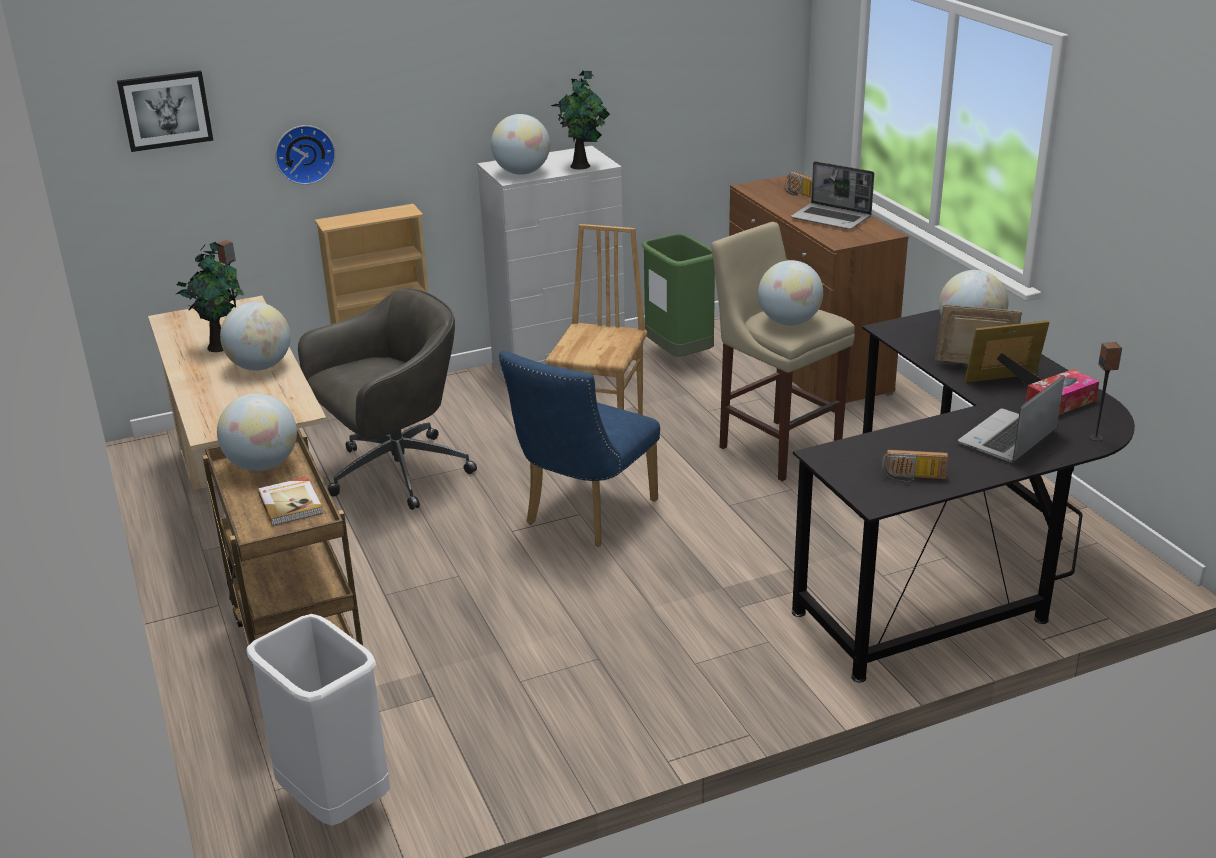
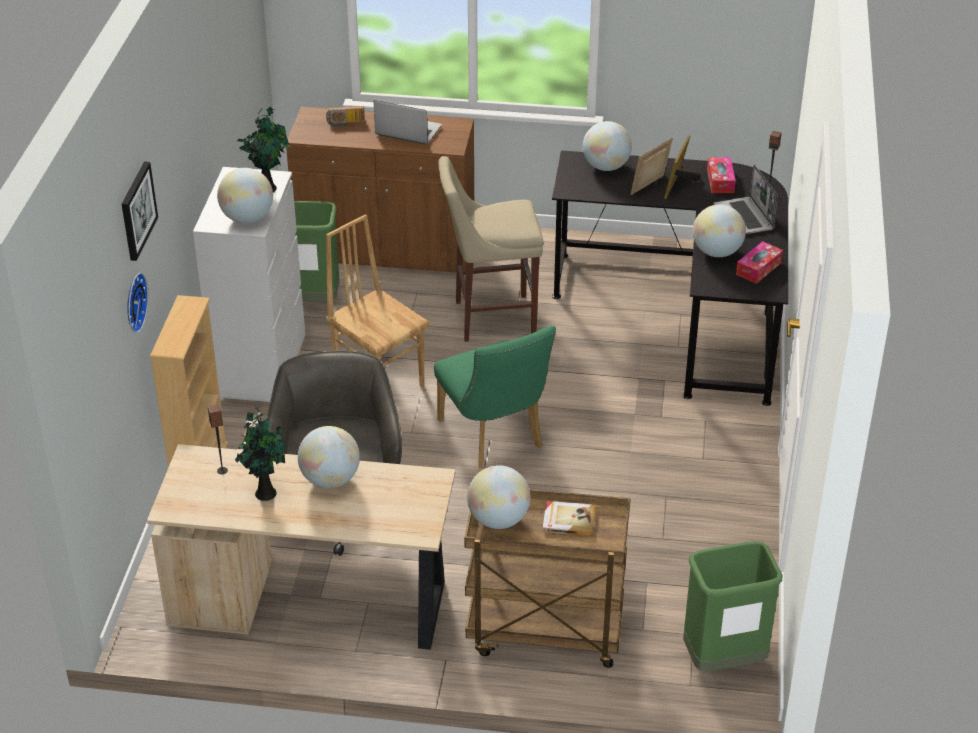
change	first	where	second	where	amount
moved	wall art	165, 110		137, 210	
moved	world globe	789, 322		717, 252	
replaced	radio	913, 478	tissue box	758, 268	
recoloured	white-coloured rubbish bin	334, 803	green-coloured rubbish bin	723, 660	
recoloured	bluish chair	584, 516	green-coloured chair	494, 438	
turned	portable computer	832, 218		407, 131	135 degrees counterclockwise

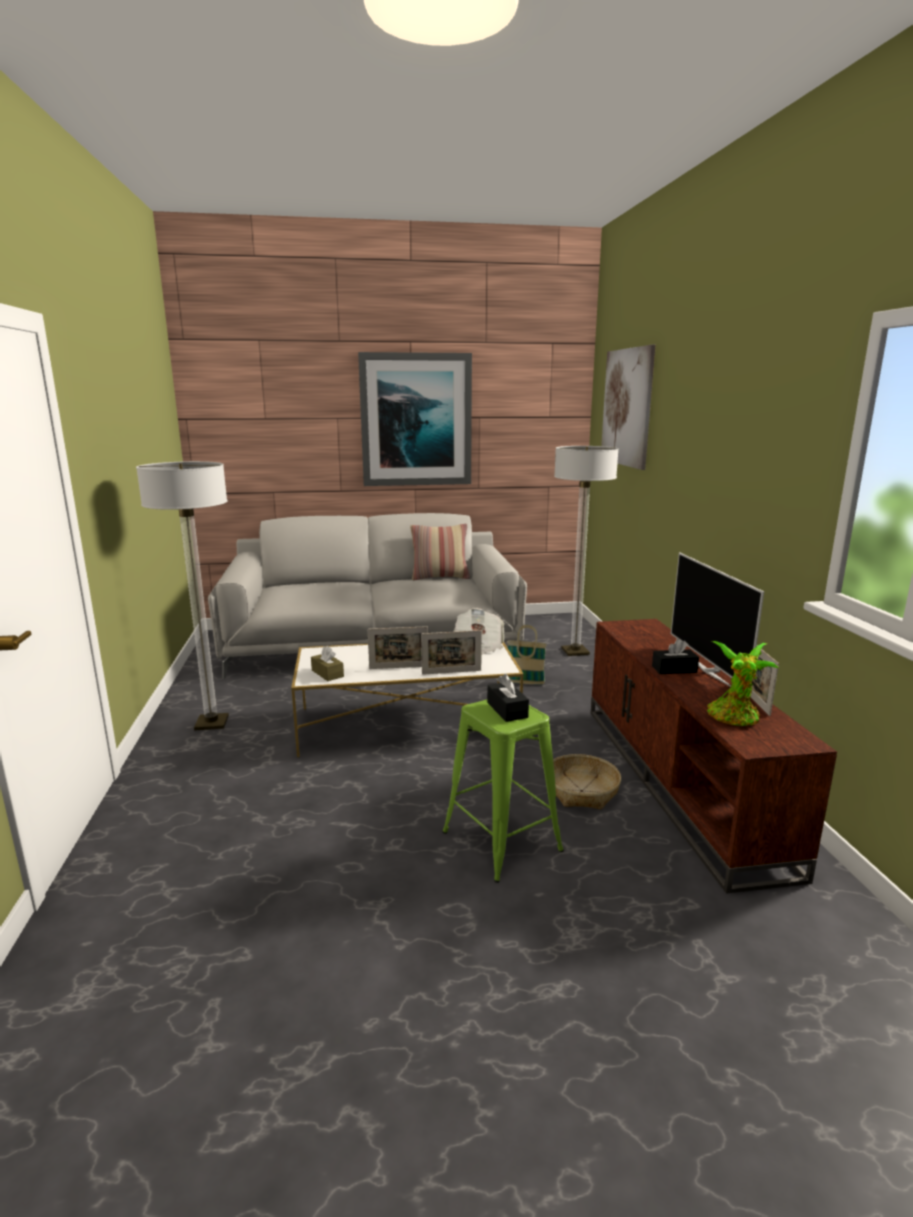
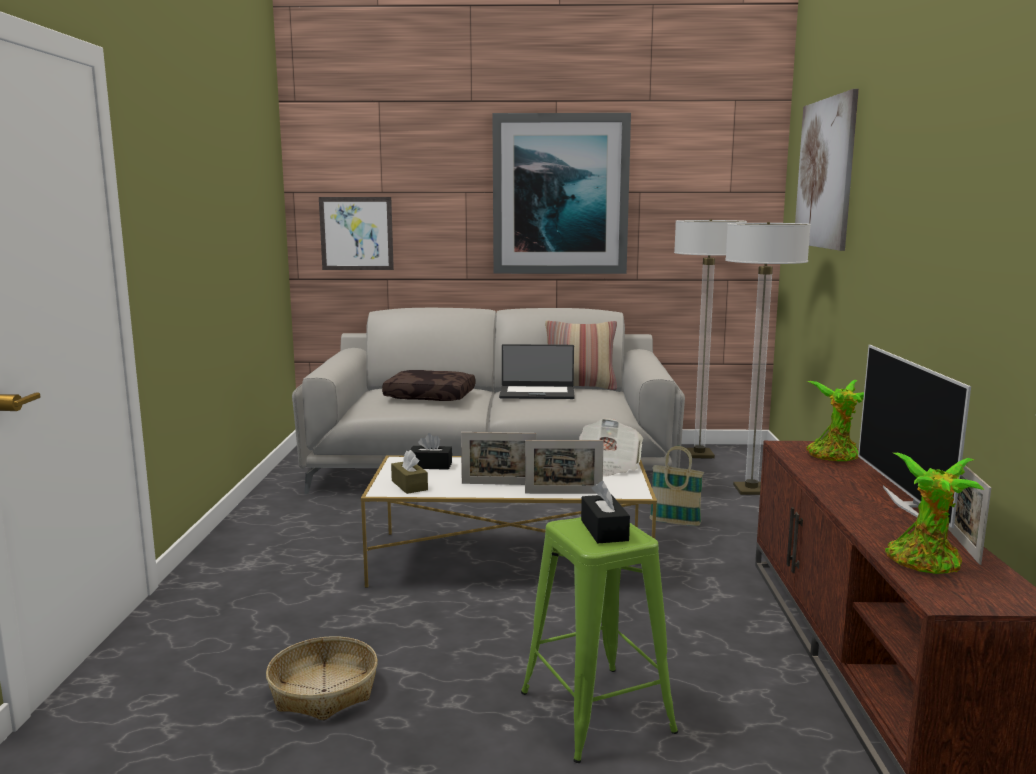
change	first	where	second	where	amount
added			wall art	356, 233	
added			brown throw pillow	431, 396	
added			portable computer	537, 393	
added			plant in a pot	834, 457	
moved	floor lamp	212, 723		699, 455	
moved	storage basket	581, 791		323, 690	
moved	black-coloured tissue box	674, 669		430, 465	

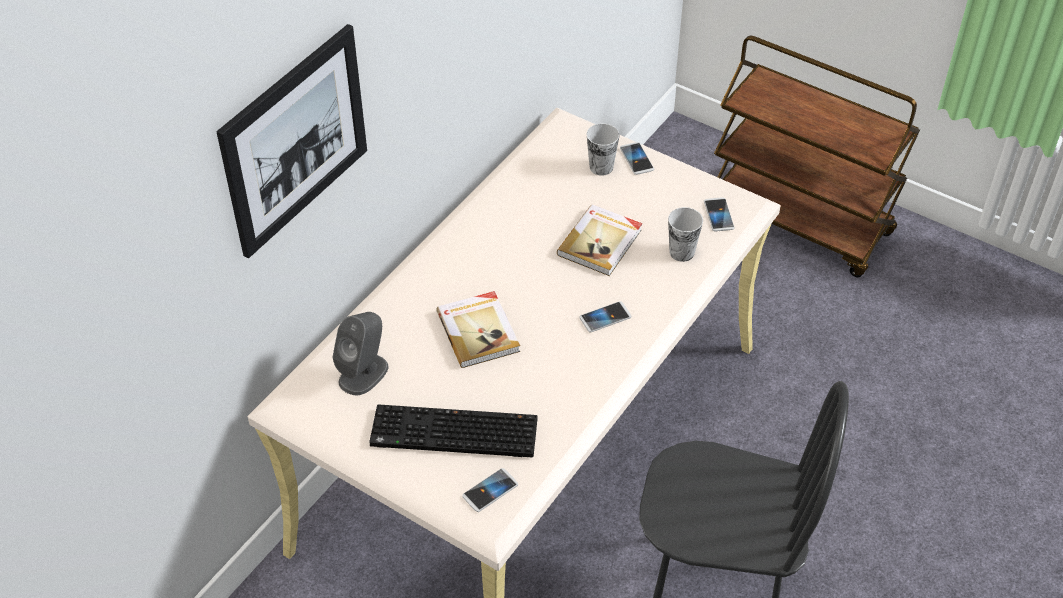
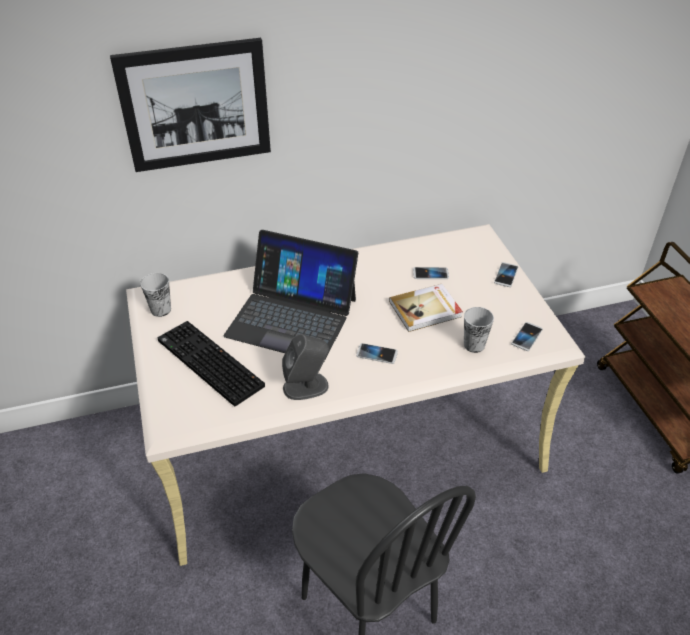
change	first	where	second	where	amount
moved	gray speaker	364, 373		306, 386	
moved	handset	490, 491		430, 274	
moved	drinking cup	601, 167		161, 310	
replaced	book	479, 331	portable computer	292, 317	

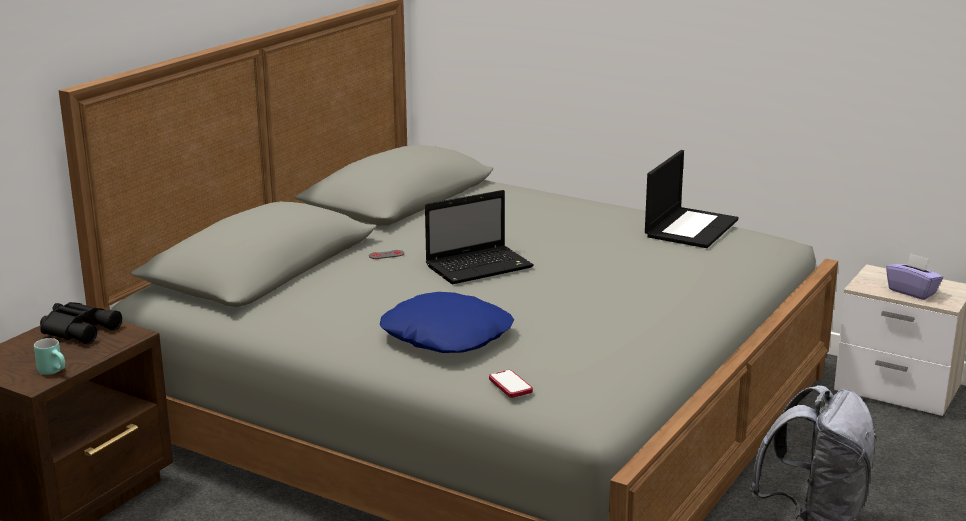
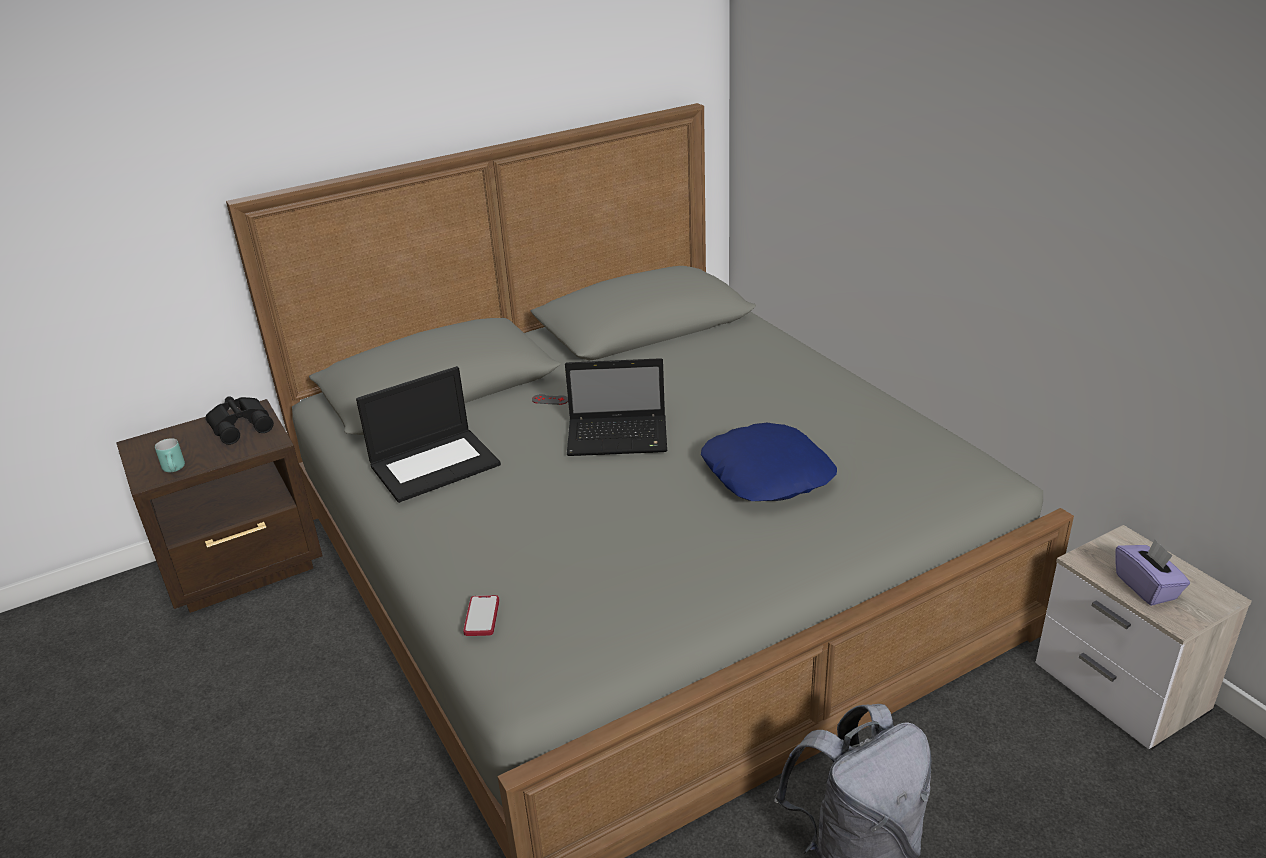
change	first	where	second	where	amount
moved	bluish throw pillow	447, 335		768, 474	
moved	portable computer	691, 227		435, 464	

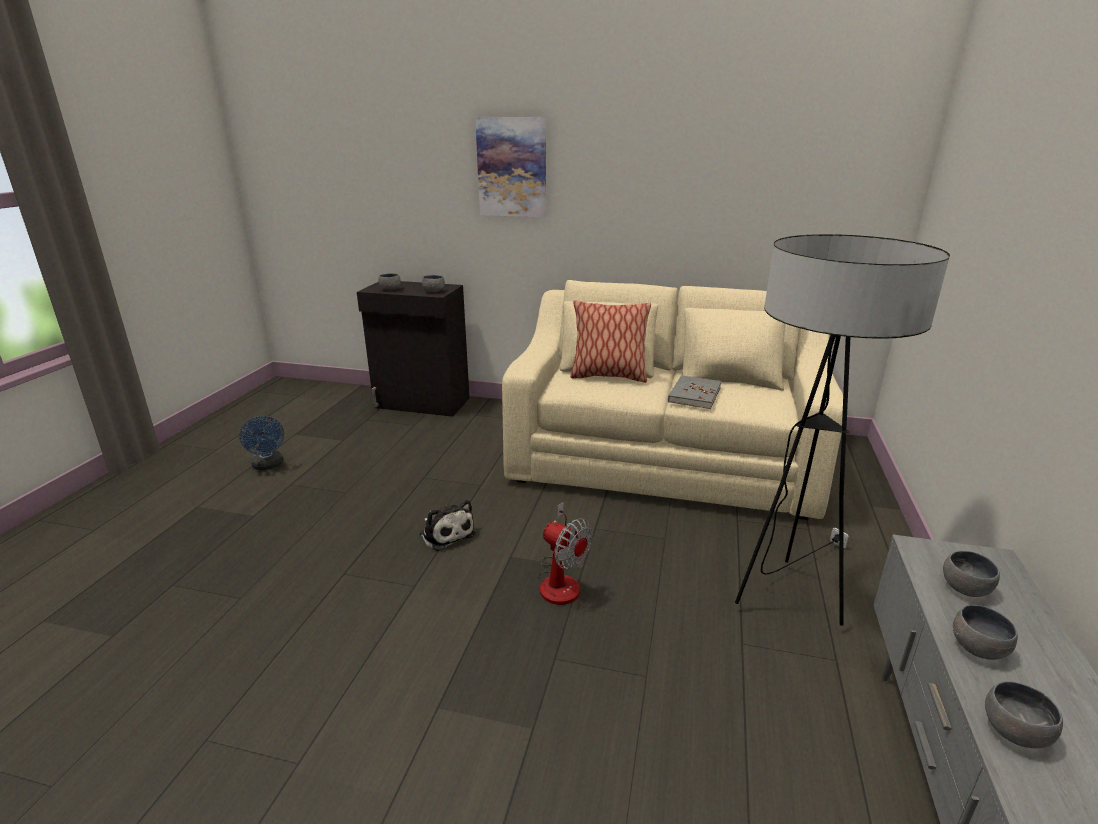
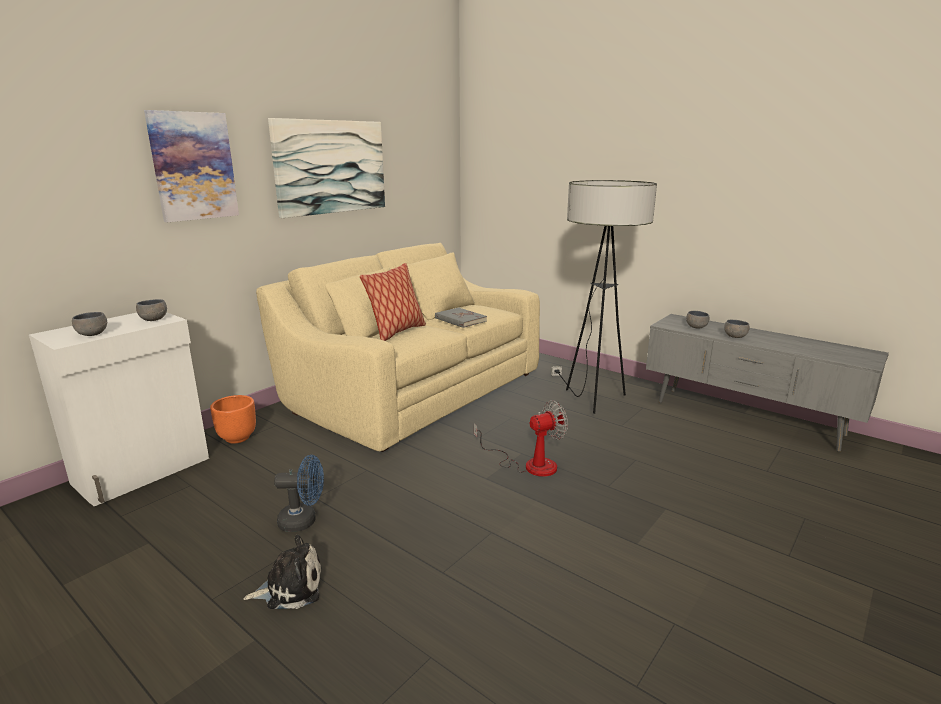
change	first	where	second	where	amount
removed	gray bowl	1011, 731			
added			orangey planter	238, 438	
added			wall art	330, 167	
moved	bluish fan	268, 466		304, 521	
moved	plush toy	446, 533		290, 587	
recoloured	black-coloured storage cabinet	422, 403	white-coloured storage cabinet	144, 471	

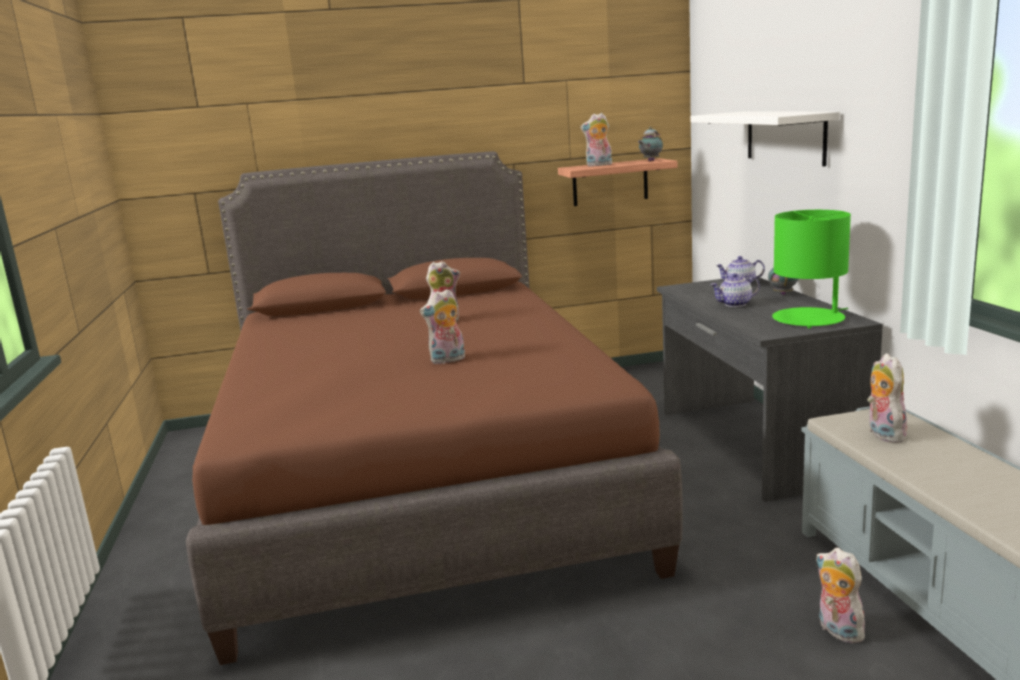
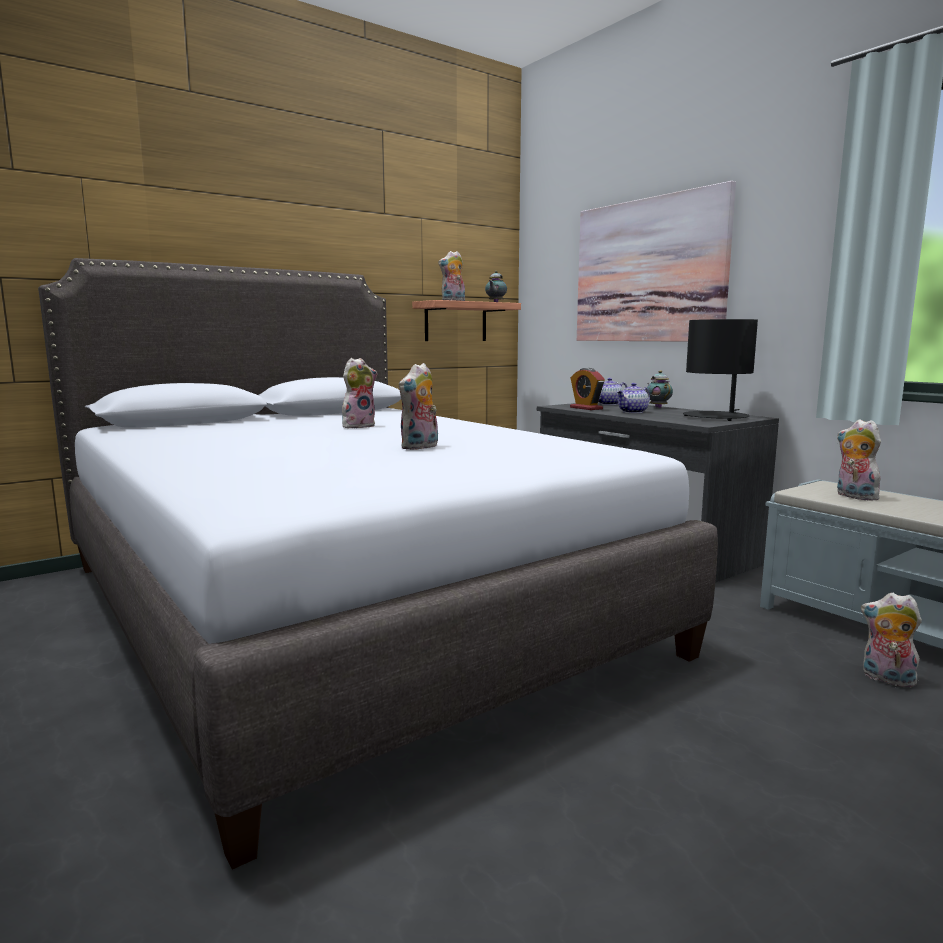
change	first	where	second	where	amount
added			bedside clock	586, 408	
replaced	white-coloured bracket shelf	785, 136	wall art	648, 271	
recoloured	brown bedroom bed	420, 480	gray bedroom bed	340, 606	
recoloured	green-coloured lamp for a table	809, 319	black-coloured lamp for a table	716, 417	

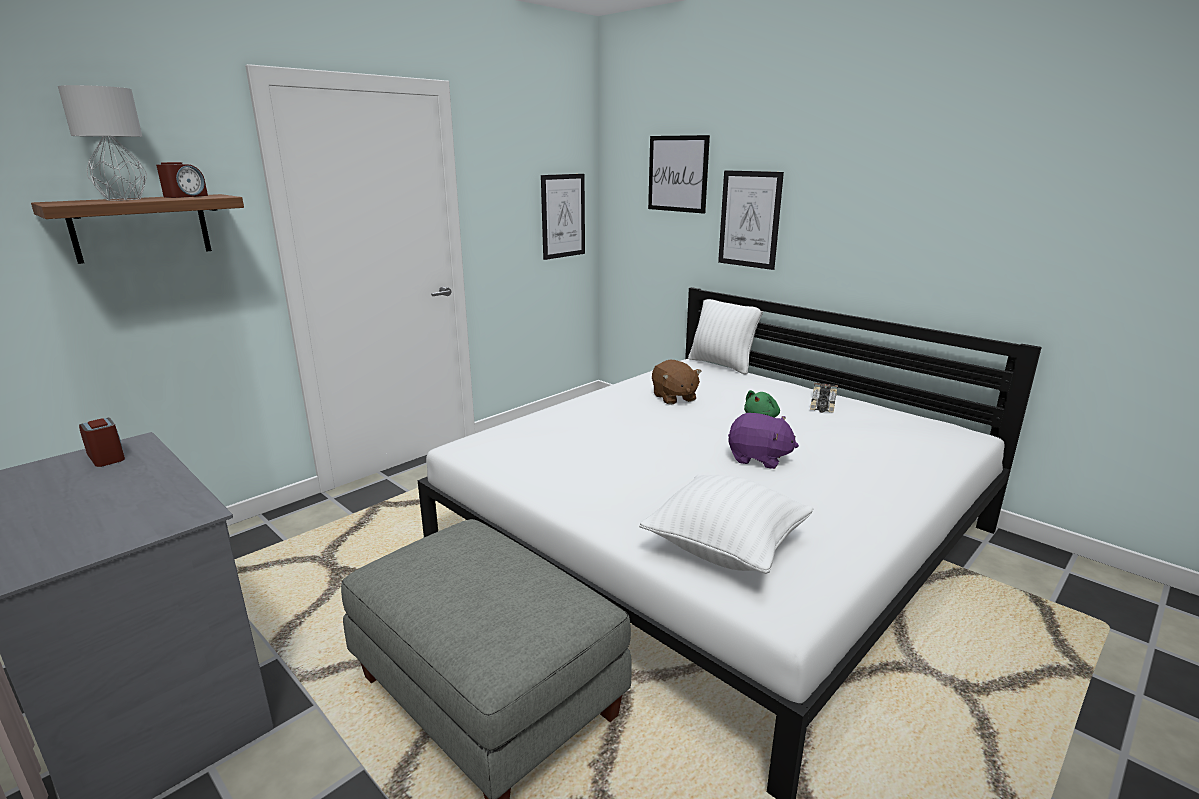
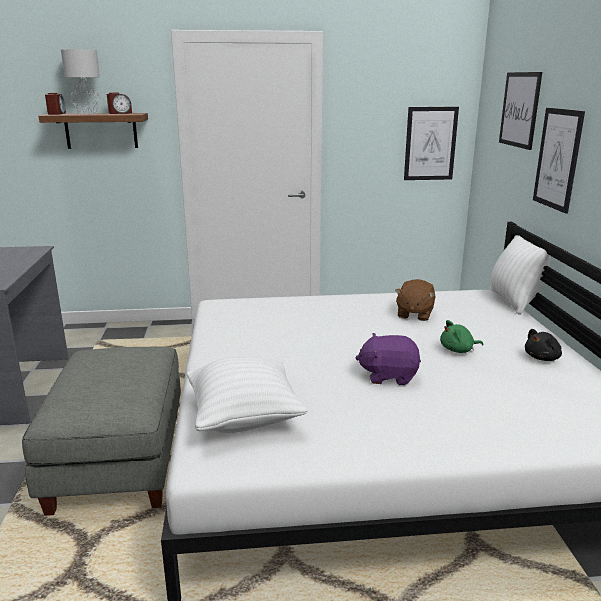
change	first	where	second	where	amount
moved	bedside clock	107, 457		56, 114	
replaced	toy car	823, 404	black-coloured plush toy	543, 358	
turned	purple plush toy	758, 458		388, 376	120 degrees clockwise

